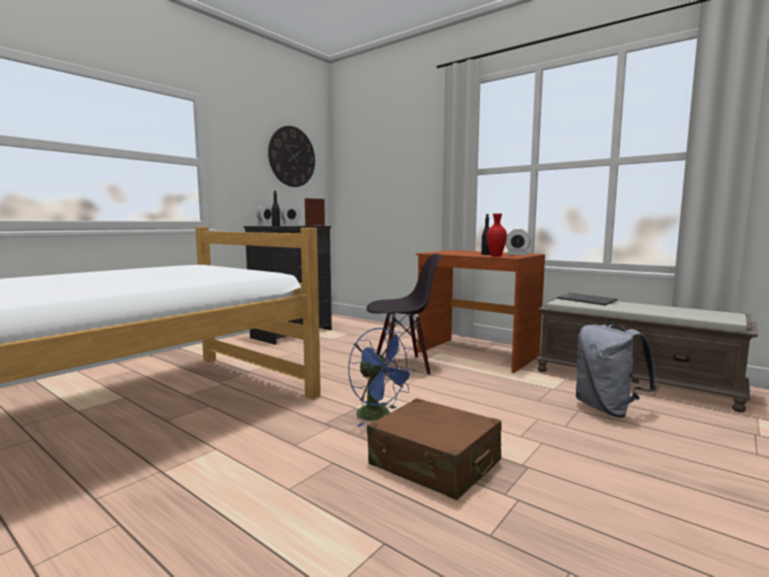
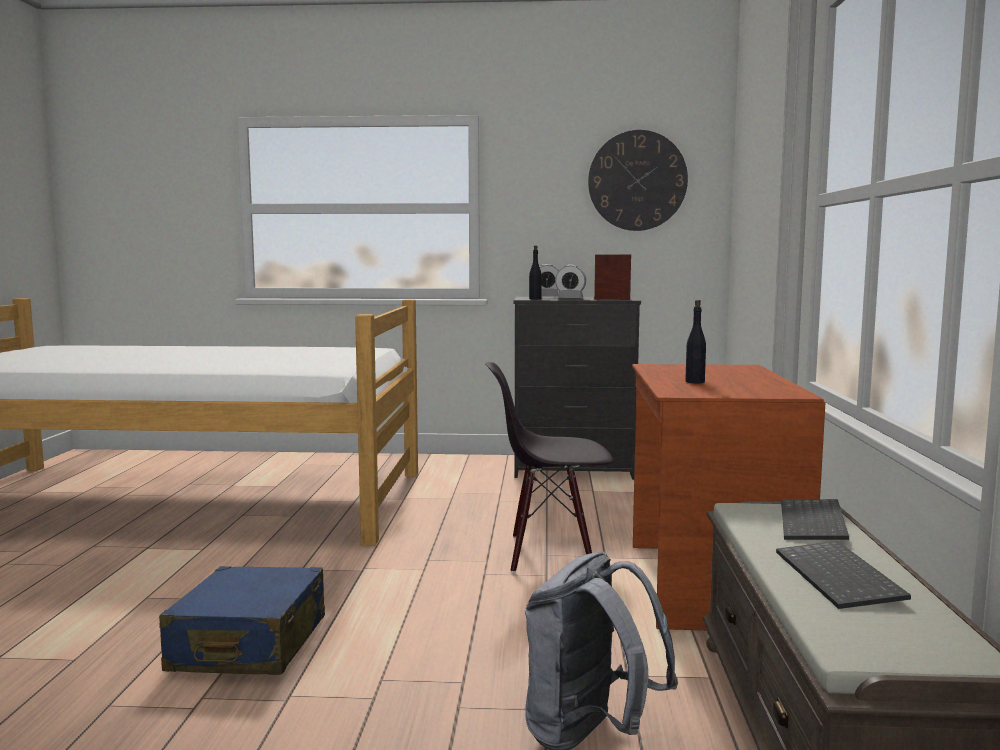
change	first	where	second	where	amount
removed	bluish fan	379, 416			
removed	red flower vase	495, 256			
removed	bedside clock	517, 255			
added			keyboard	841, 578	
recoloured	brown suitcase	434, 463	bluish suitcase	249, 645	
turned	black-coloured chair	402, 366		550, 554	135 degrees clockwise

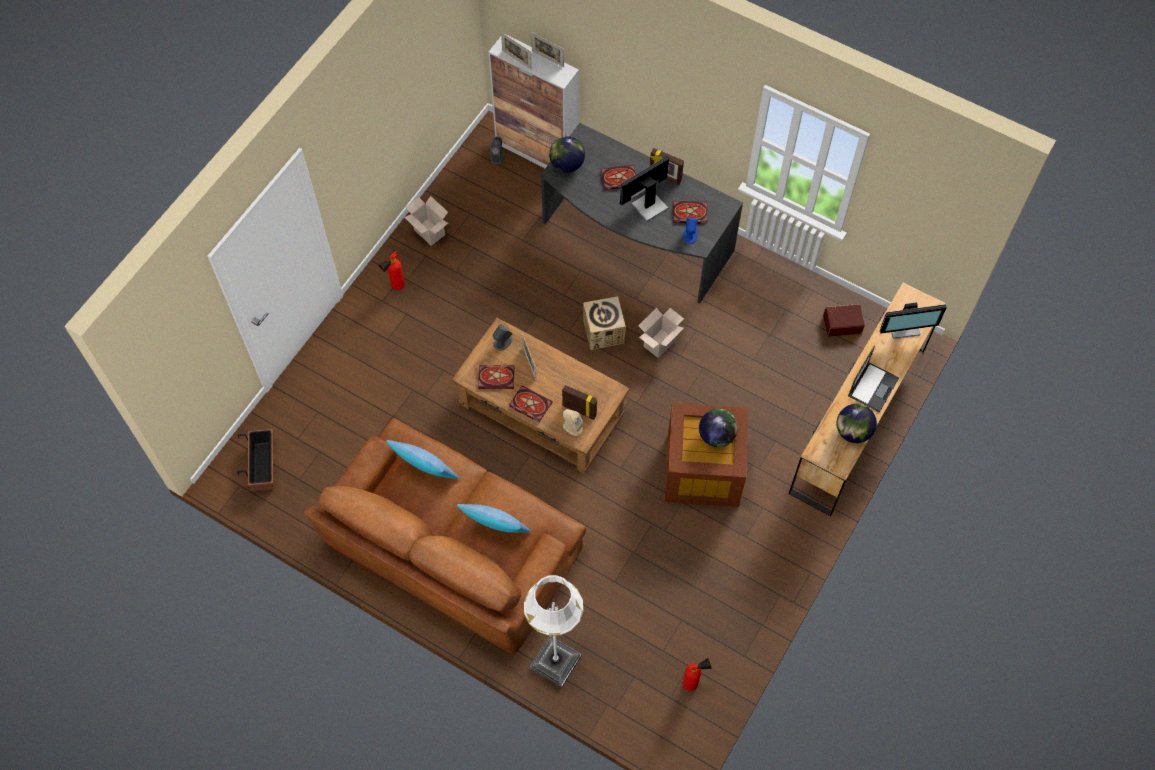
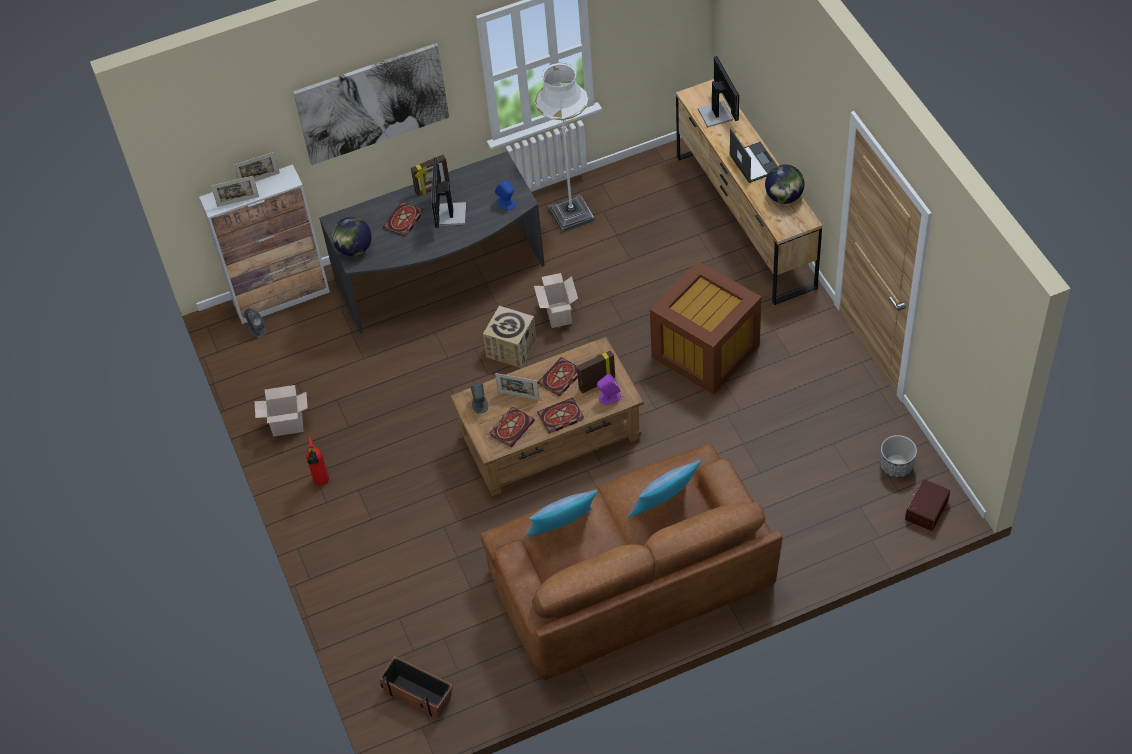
change	first	where	second	where	amount
removed	world globe	716, 436			
added			wall art	372, 103	
moved	white-coloured floor lamp	555, 661		571, 215	
moved	book	689, 213		560, 379	
moved	brown storage bin	842, 323		925, 509	
replaced	extinguisher	693, 683	planter	896, 466	
recoloured	beige-coloured speaker	572, 427	purple speaker	609, 397	
turned	monitor	904, 326		716, 114	45 degrees counterclockwise

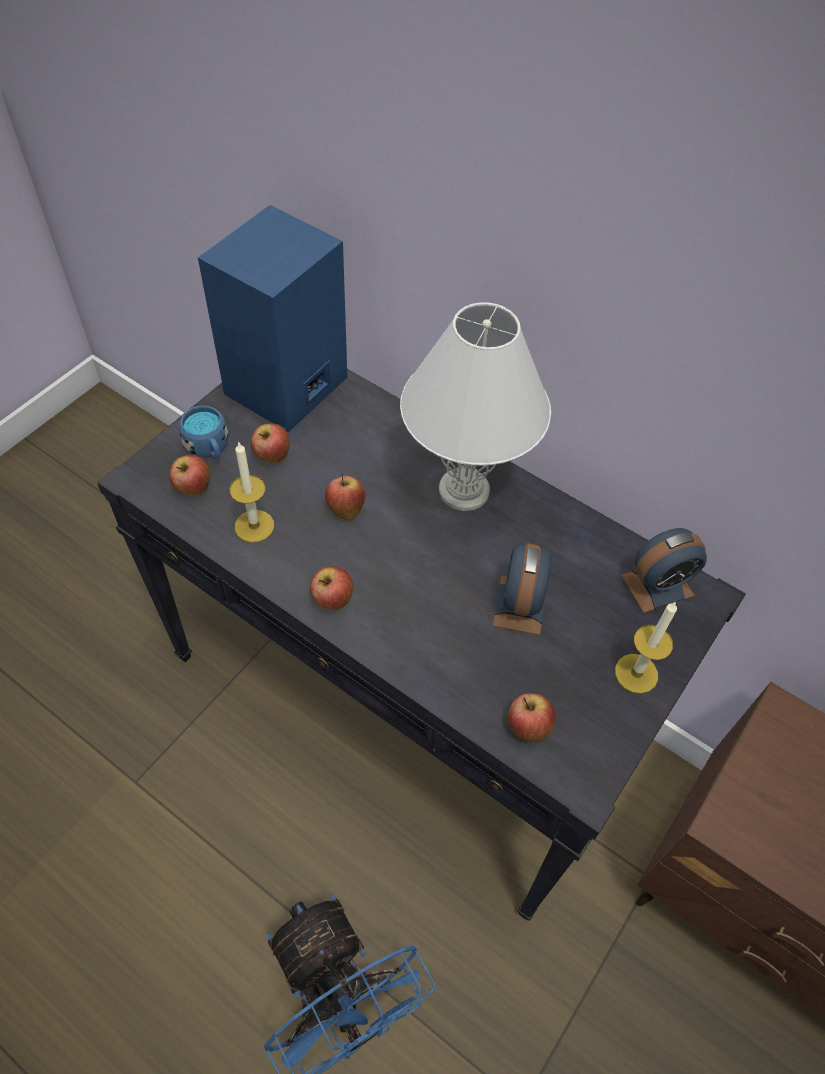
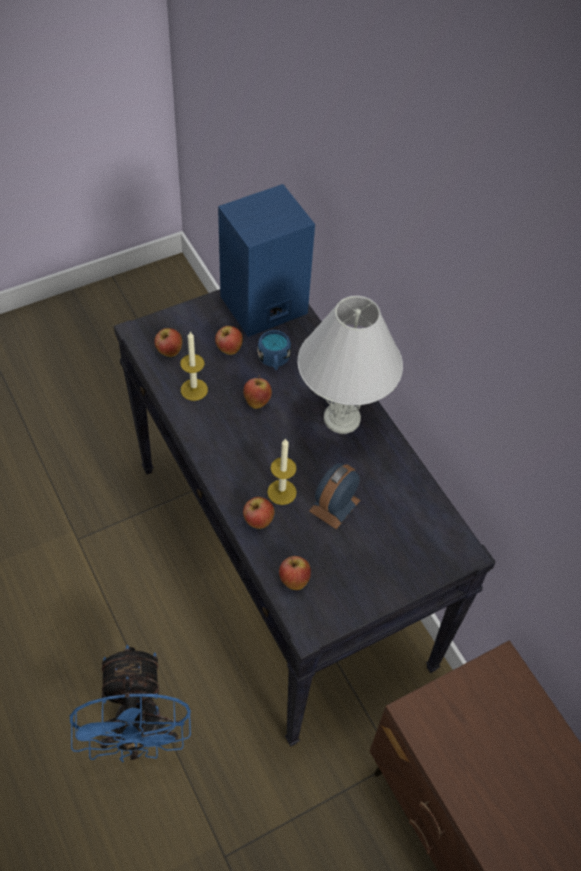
change	first	where	second	where	amount
removed	bedside clock	657, 585			
moved	bluish coffee mug	209, 448		274, 360	
moved	apple	332, 600		258, 521	
moved	candle	636, 673		281, 492	

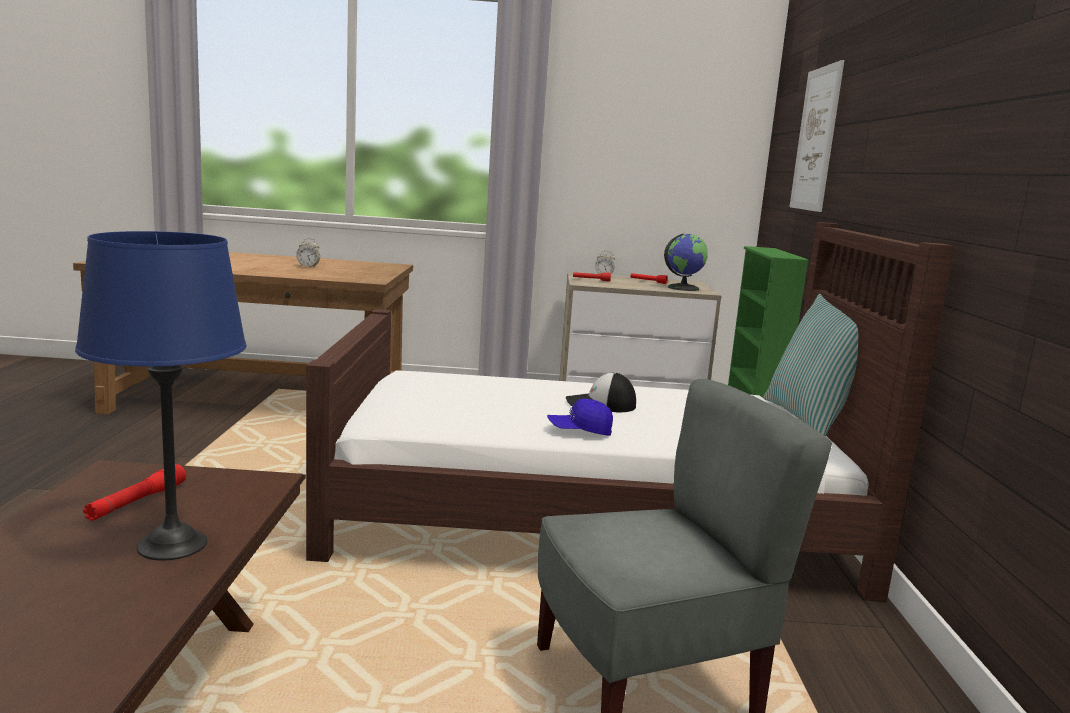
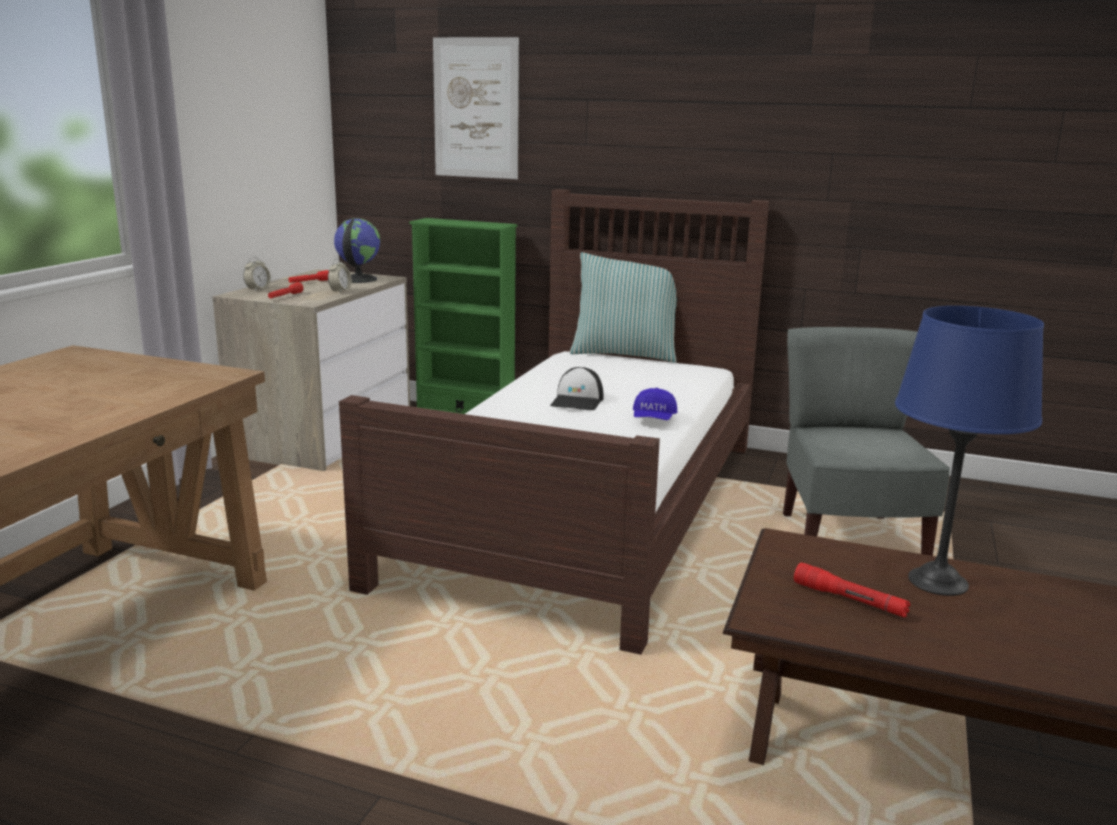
change	first	where	second	where	amount
moved	bedside clock	308, 267		340, 291	

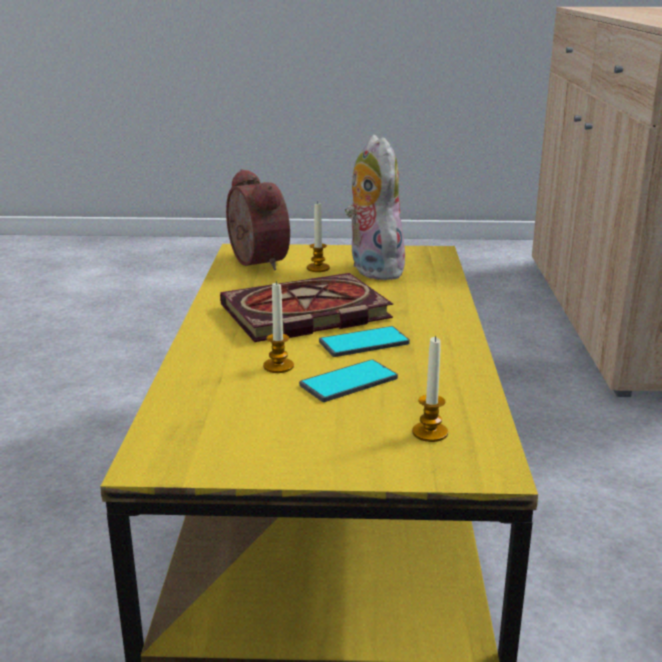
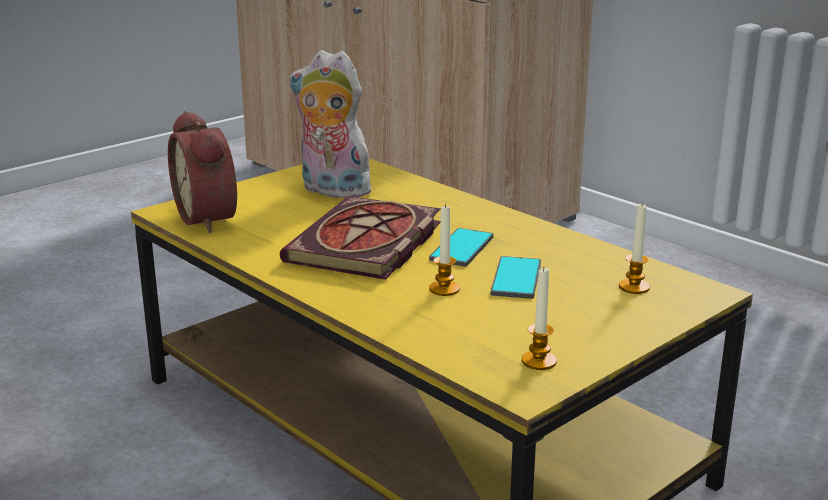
change	first	where	second	where	amount
moved	candle	318, 268		539, 361	
turned	bedside clock	253, 262		211, 218	135 degrees counterclockwise

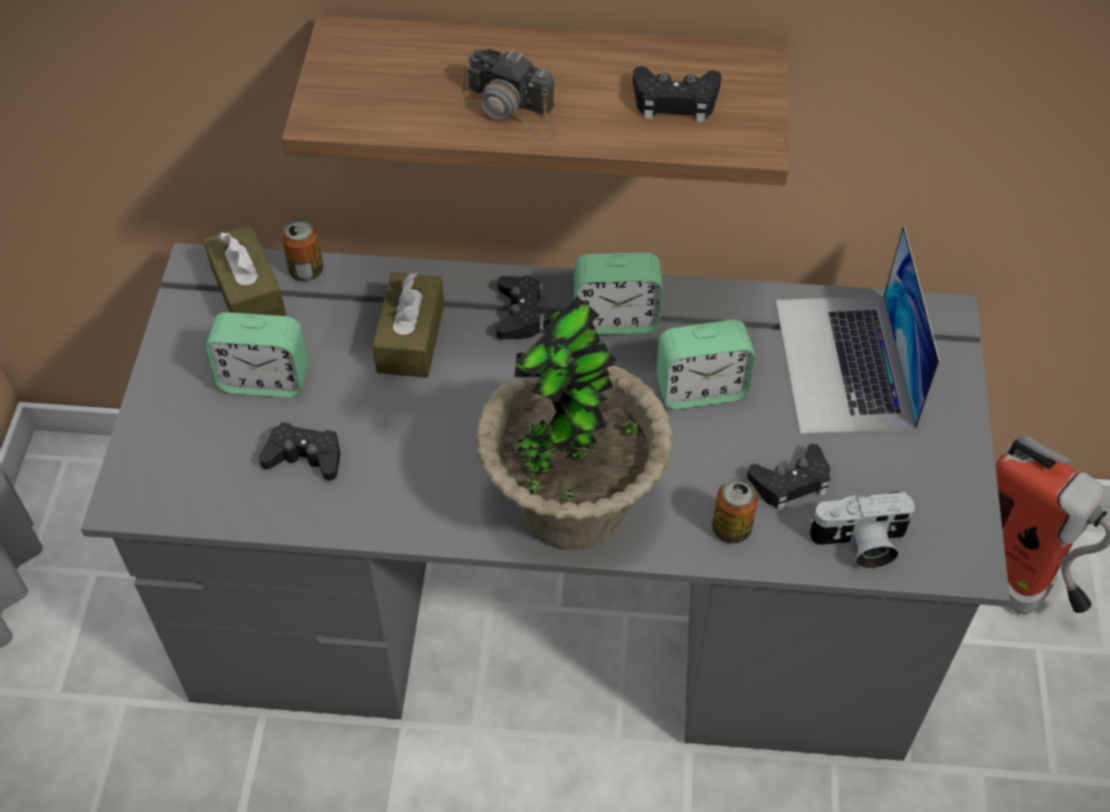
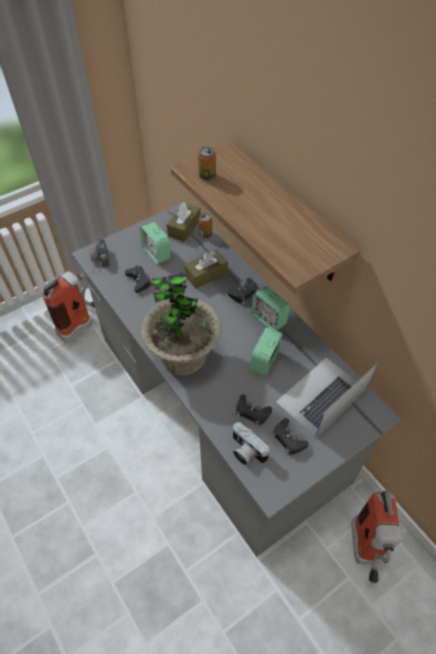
change	first	where	second	where	amount
added			extinguisher	81, 326	
moved	photo camera	512, 109		99, 260	
moved	black-coloured game controller	675, 101		288, 439	
moved	can	731, 529		207, 176	
turned	bedside clock	701, 389		264, 361	75 degrees clockwise

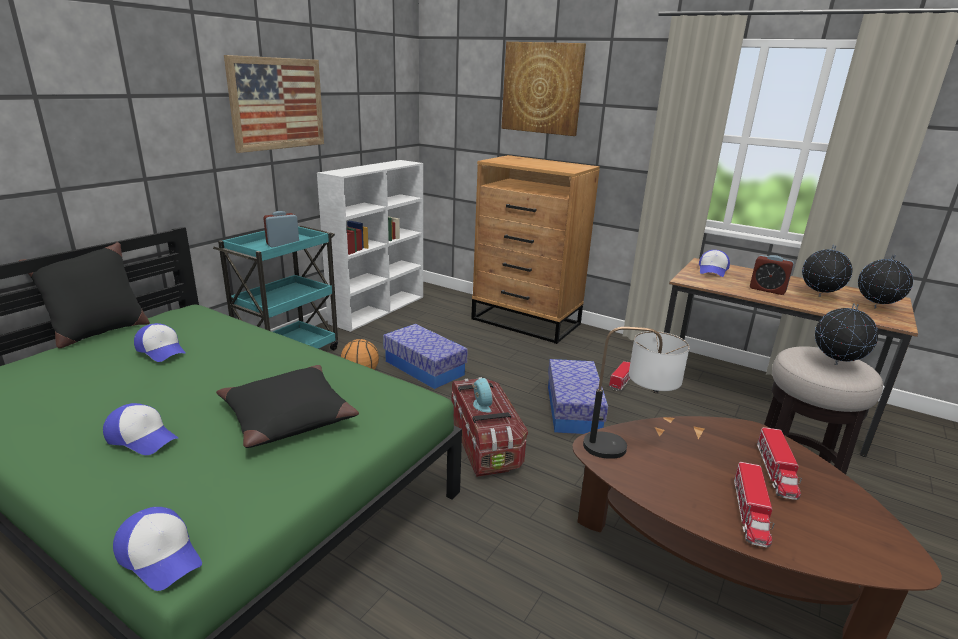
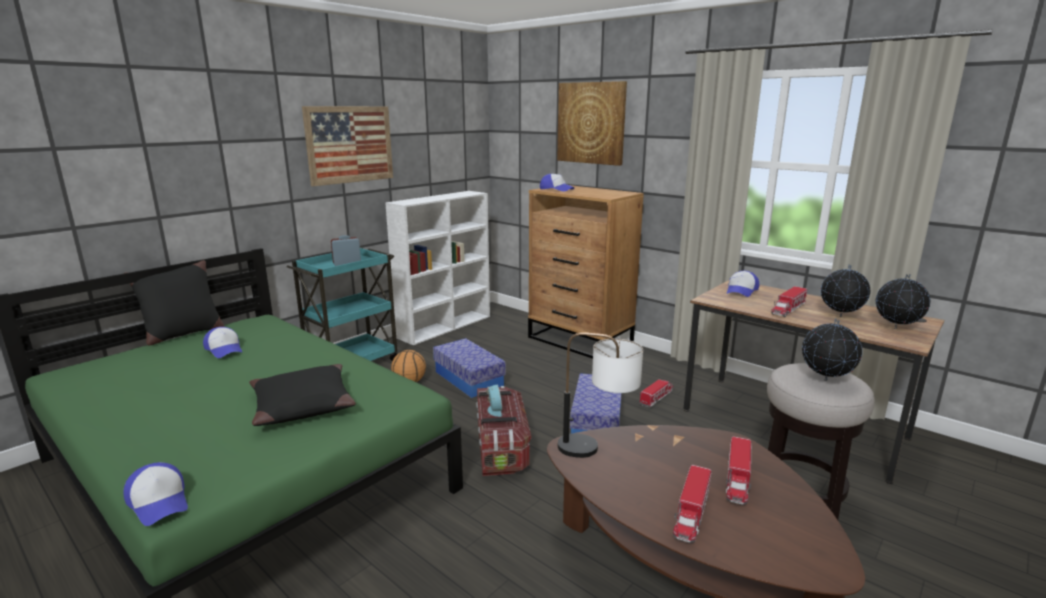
change	first	where	second	where	amount
moved	cap	142, 437		556, 189	
replaced	bedside clock	767, 290	model truck	788, 309	

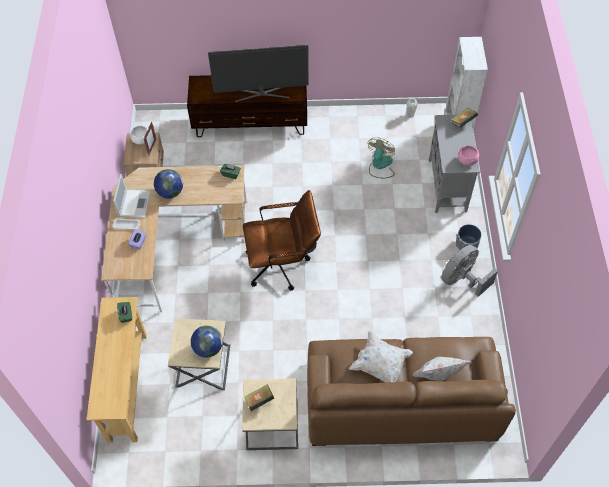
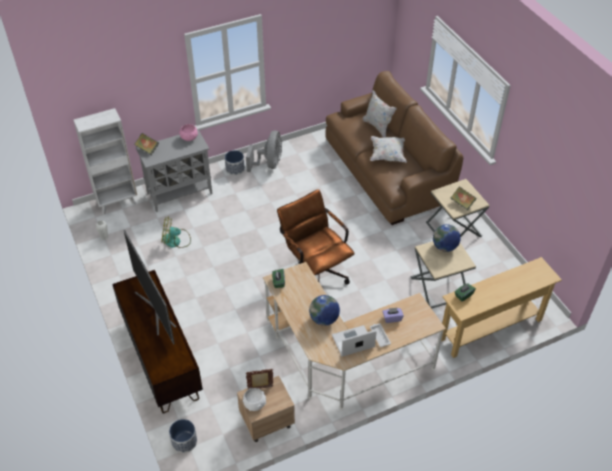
change	first	where	second	where	amount
added			planter	184, 442	
turned	gray fan	462, 279		269, 164	105 degrees counterclockwise

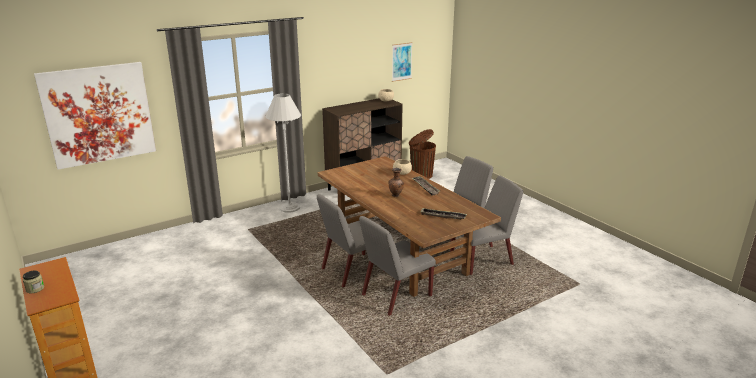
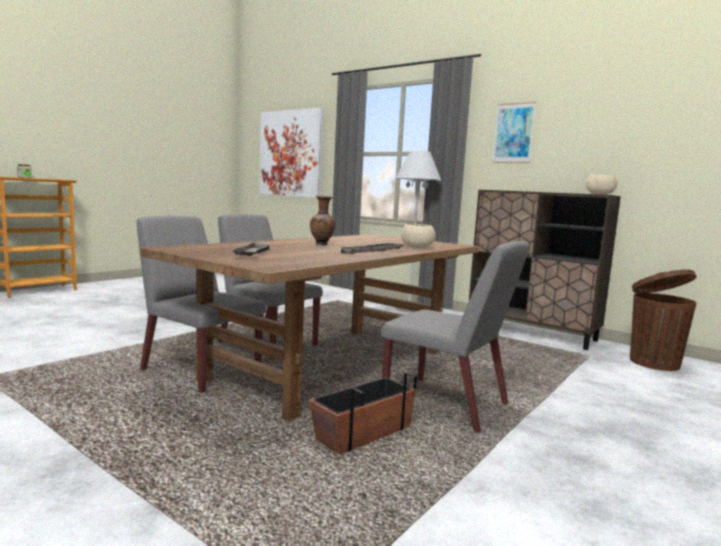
change	first	where	second	where	amount
moved	wall art	401, 61		513, 133	
replaced	gray chair	482, 260	planter	363, 433	

